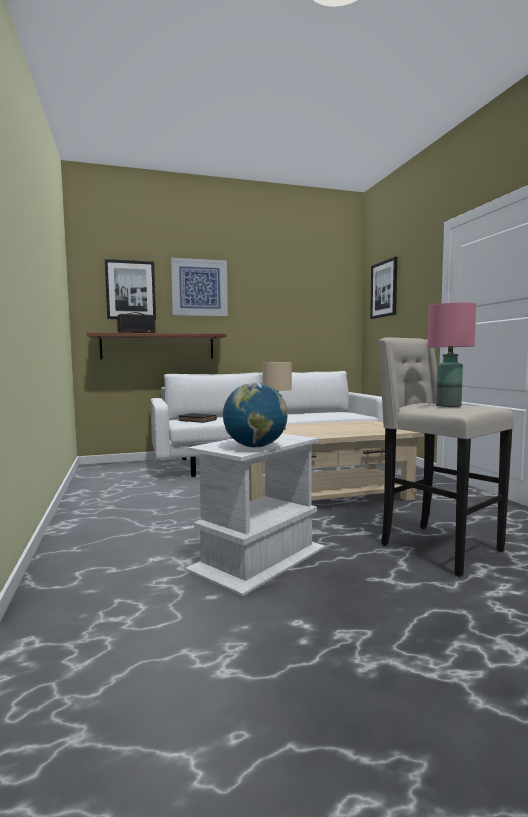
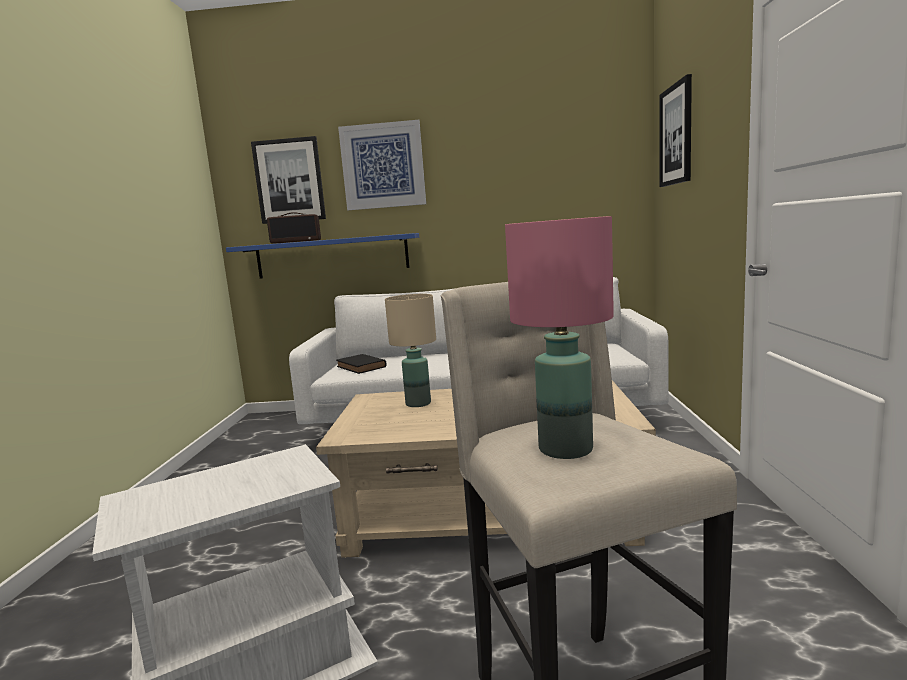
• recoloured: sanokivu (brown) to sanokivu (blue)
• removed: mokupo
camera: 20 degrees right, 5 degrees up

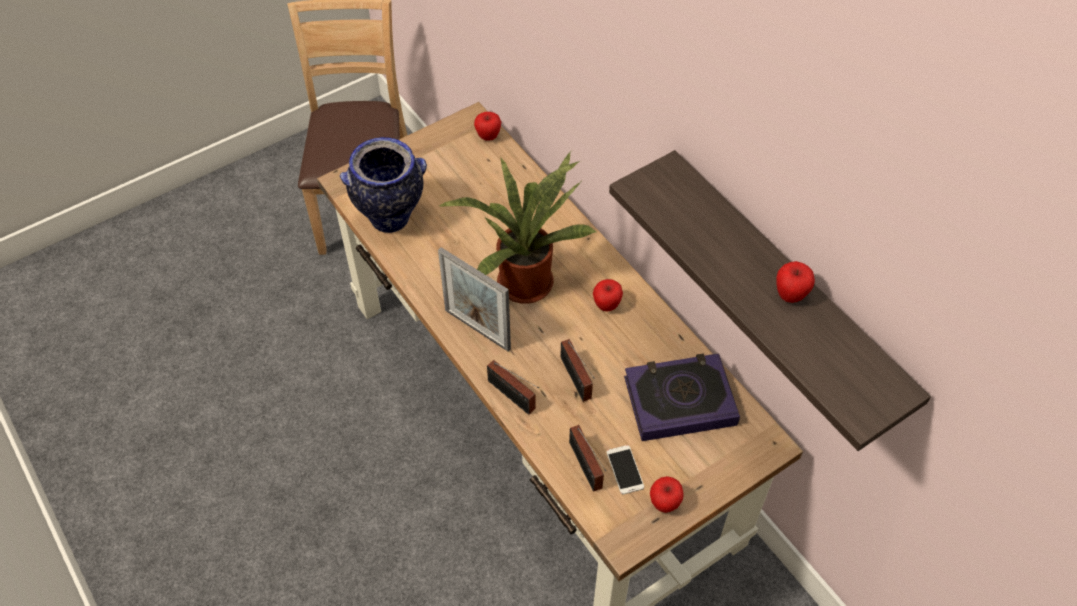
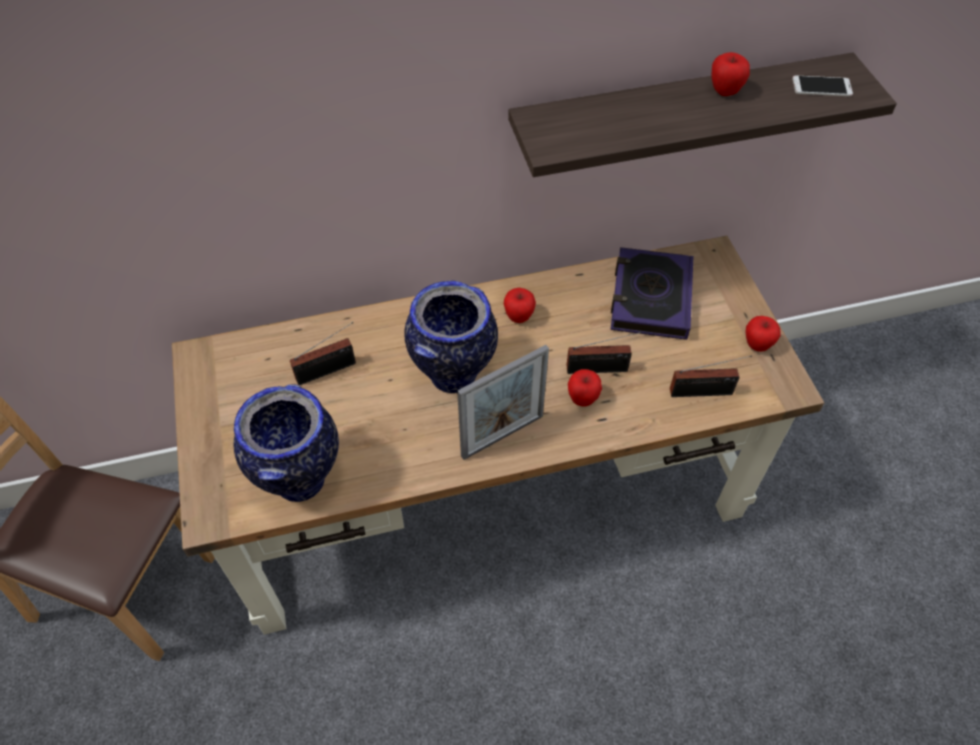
• moved: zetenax (1st from left)
• replaced: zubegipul to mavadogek (2nd from left)
• moved: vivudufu (1st from left in the first image) to vivudufu (2nd from left)
• moved: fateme
camera: 70 degrees left, 0 degrees up

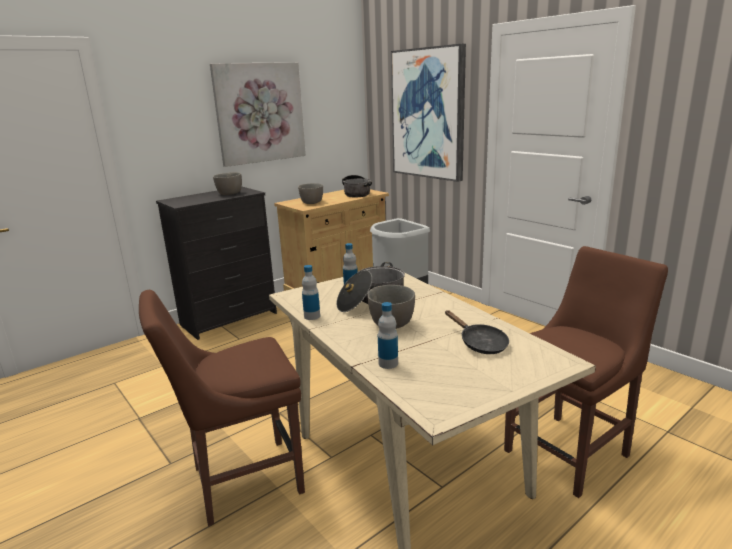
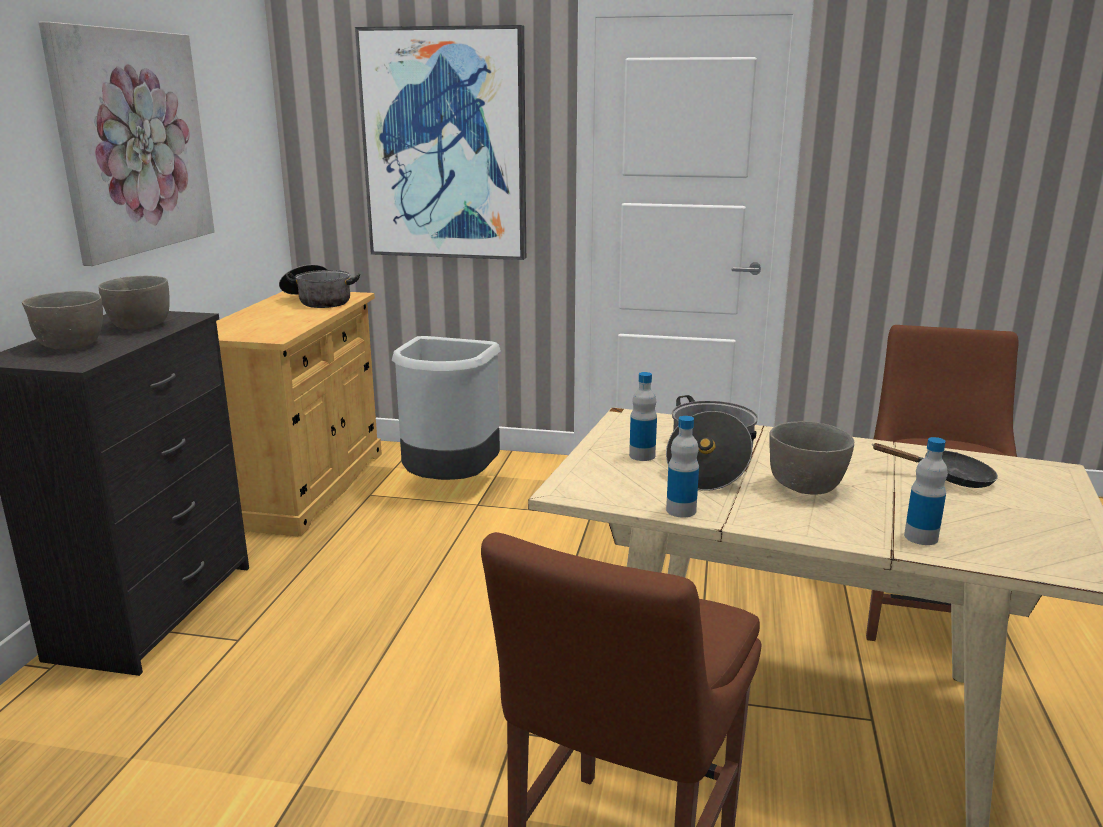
• moved: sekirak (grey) (2nd from left in the first image) to sekirak (grey) (1st from left)
camera: 40 degrees left, 0 degrees up

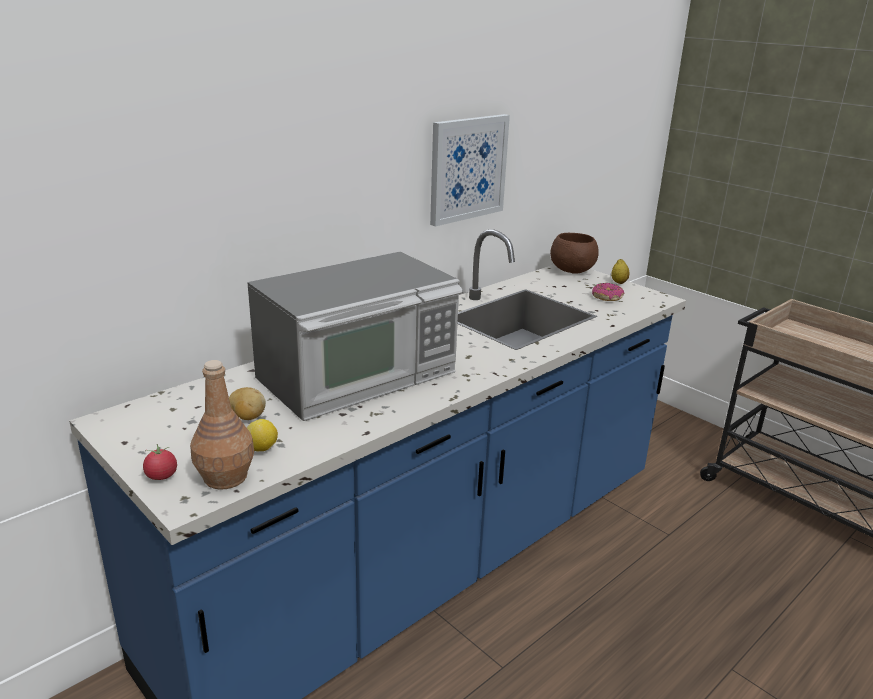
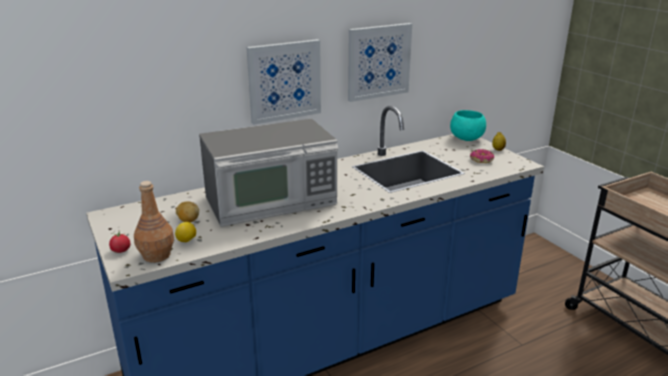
• added: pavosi (1st from left)
• recoloured: sekirak (brown) to sekirak (turquoise)
camera: 15 degrees right, 0 degrees up

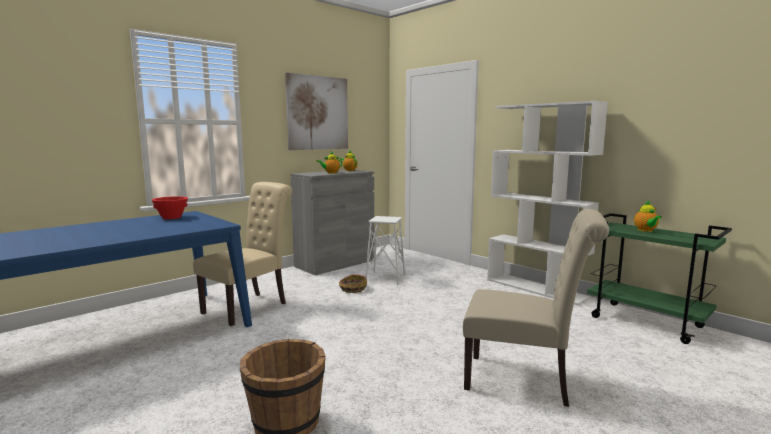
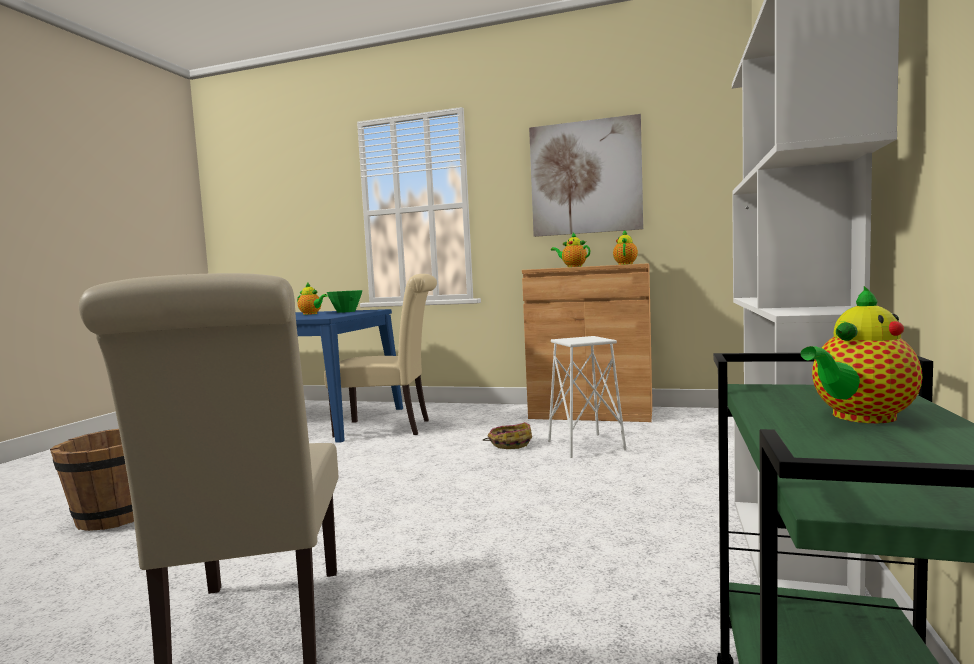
• added: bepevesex (1st from left)
• recoloured: sekirak (red) to sekirak (green)
• recoloured: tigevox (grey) to tigevox (brown)
camera: 60 degrees right, 5 degrees down

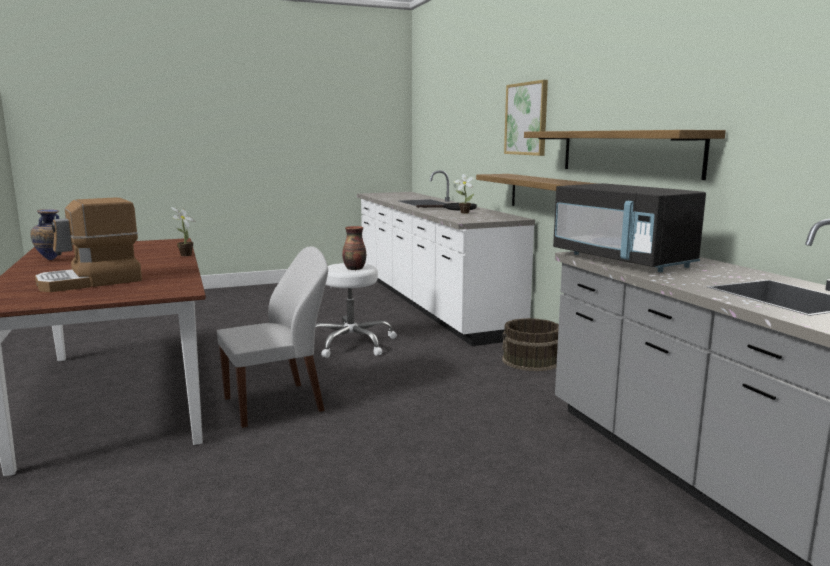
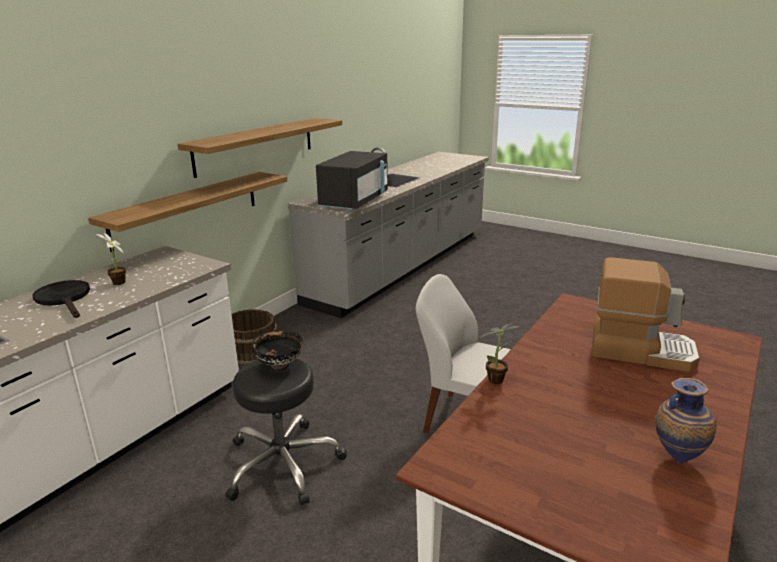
• recoloured: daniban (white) to daniban (black)
• replaced: mavadogek (2nd from left) to sekirak (black)
• removed: pavosi
camera: 125 degrees left, 10 degrees up

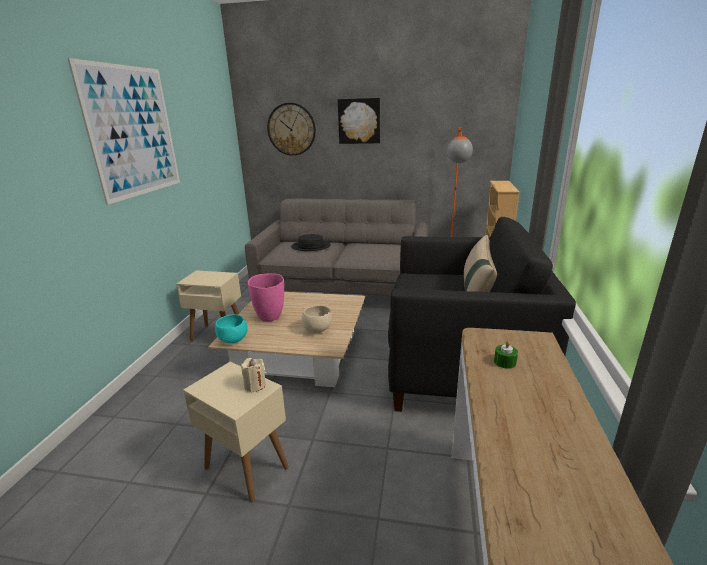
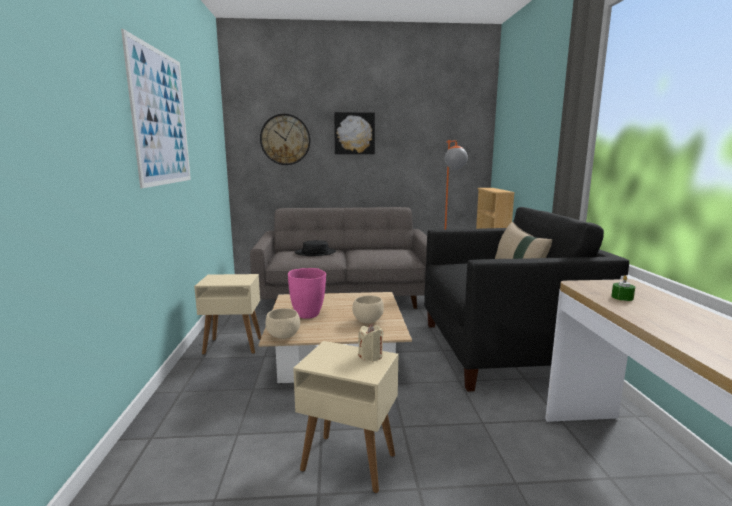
• recoloured: sekirak (turquoise) to sekirak (beige) (1st from left)
camera: 15 degrees left, 10 degrees down

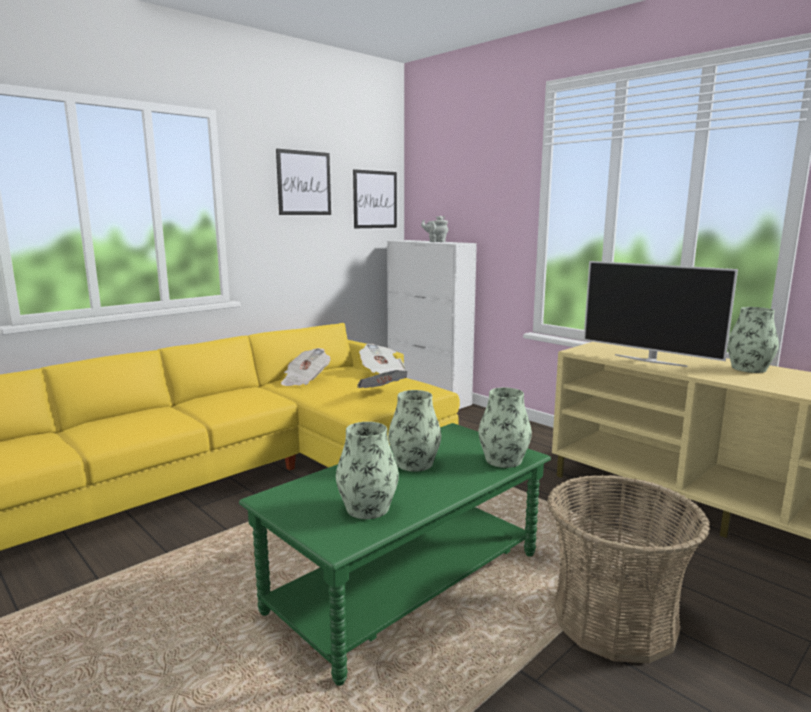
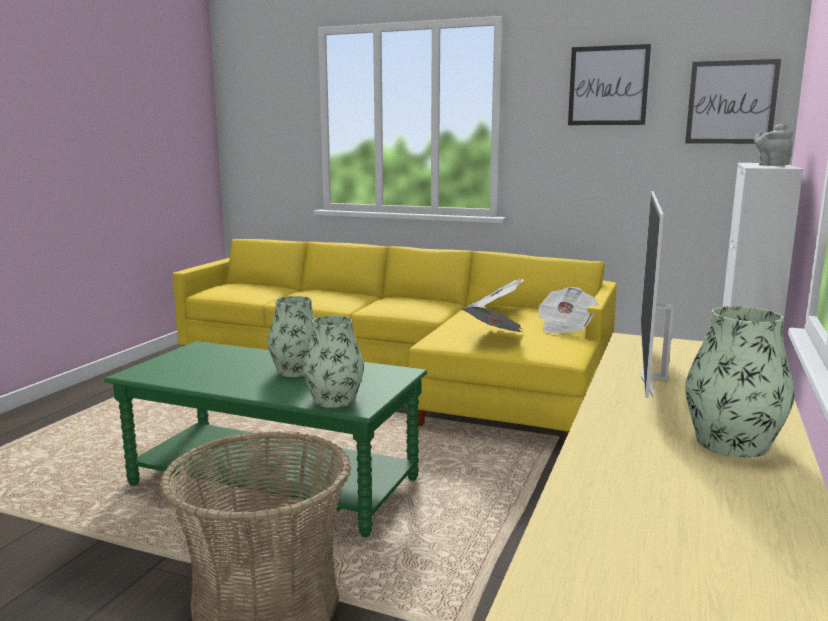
• removed: mavadogek (1st from left)
camera: 65 degrees right, 0 degrees up

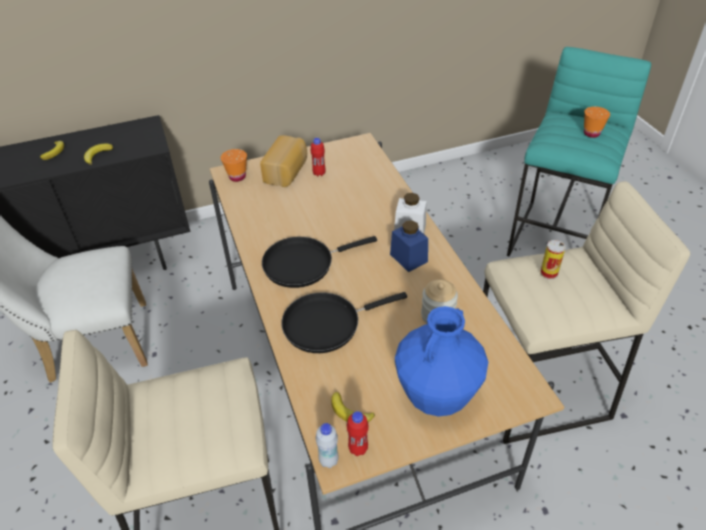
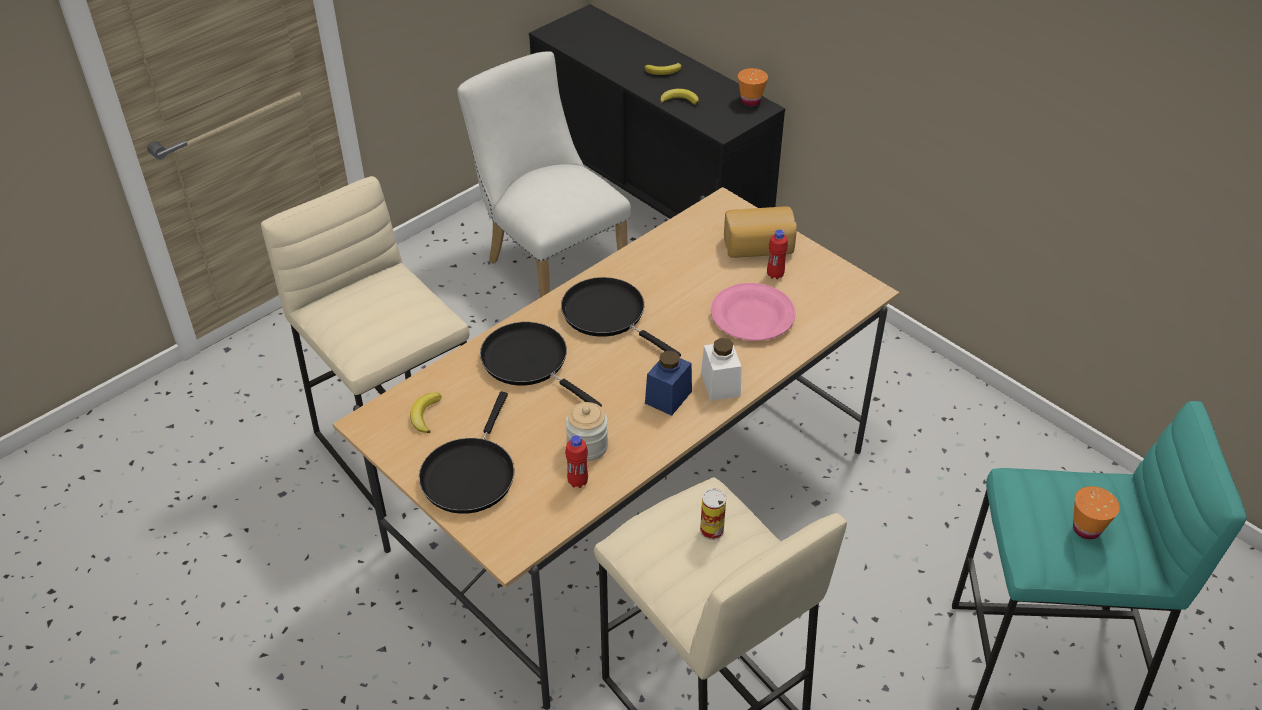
• replaced: mavadogek (blue) to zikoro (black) (1st from left)
• moved: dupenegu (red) (2nd from left in the first image) to dupenegu (red) (1st from left)
• added: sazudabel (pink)
• moved: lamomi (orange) (1st from left)
• removed: dupenegu (white)
camera: 65 degrees right, 0 degrees up

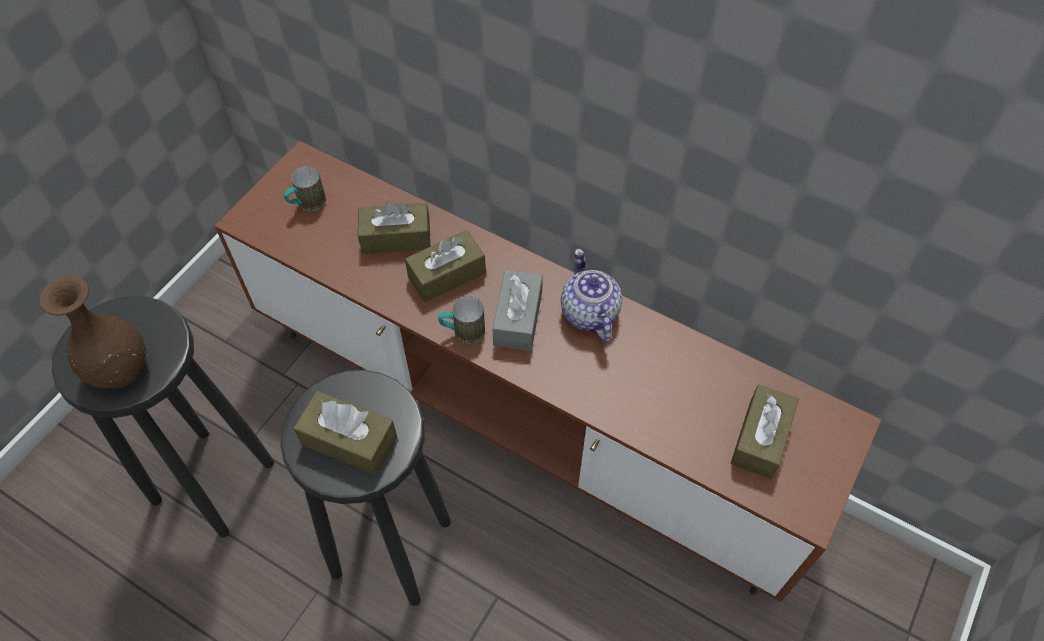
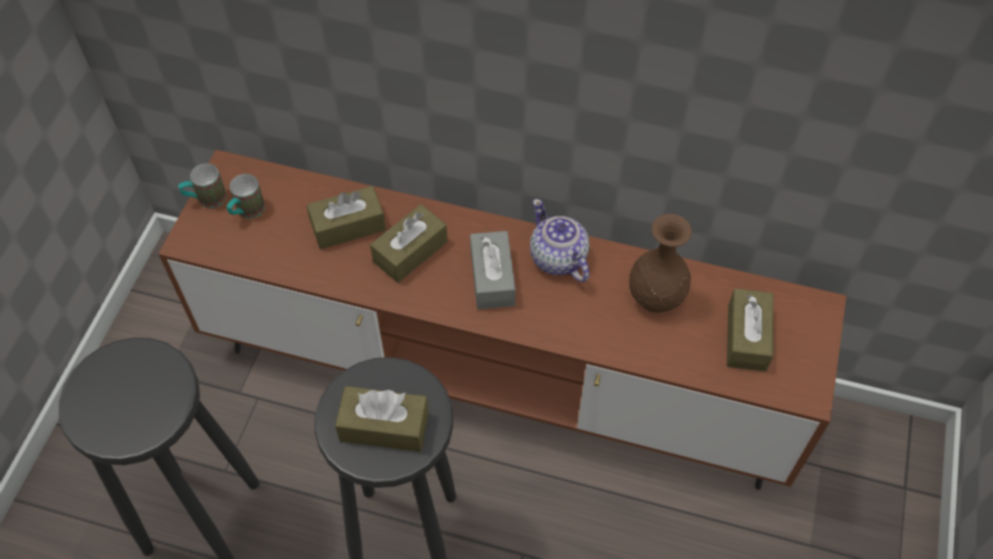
• moved: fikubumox (2nd from left in the first image) to fikubumox (1st from left)
• moved: mavadogek (brown)
camera: 15 degrees left, 0 degrees up

